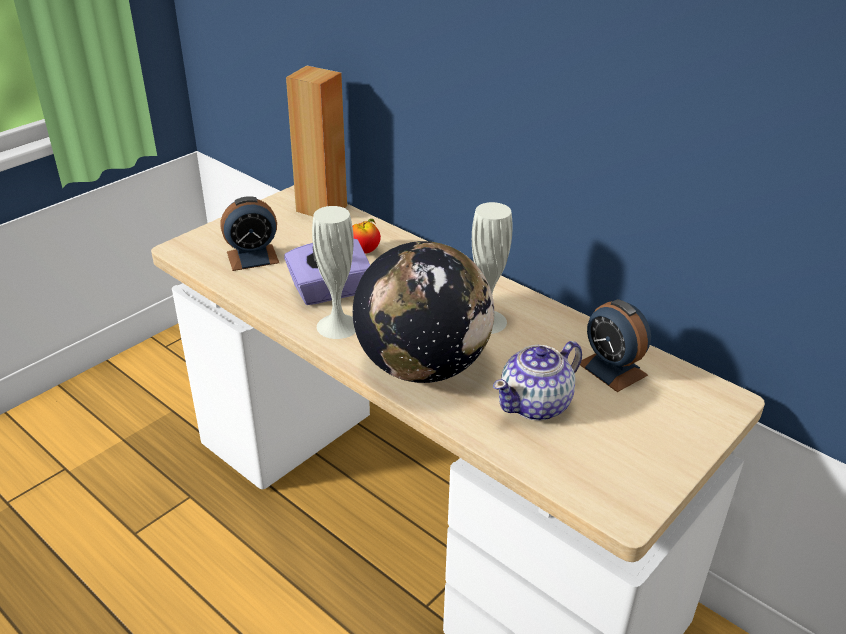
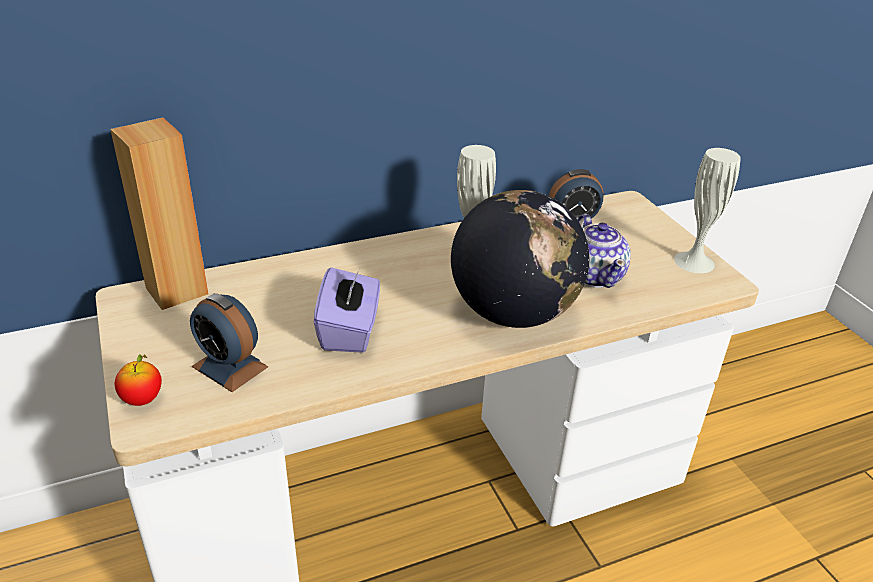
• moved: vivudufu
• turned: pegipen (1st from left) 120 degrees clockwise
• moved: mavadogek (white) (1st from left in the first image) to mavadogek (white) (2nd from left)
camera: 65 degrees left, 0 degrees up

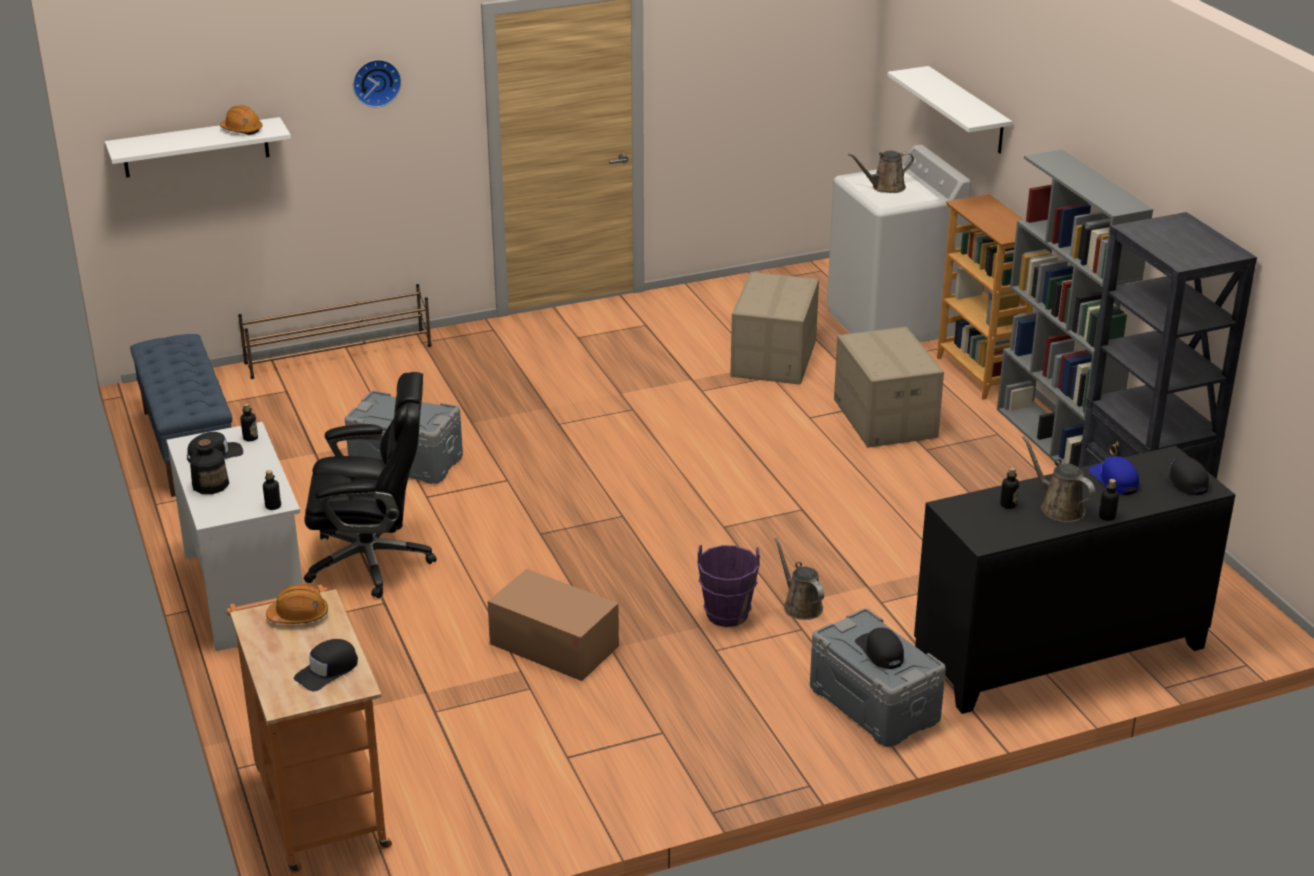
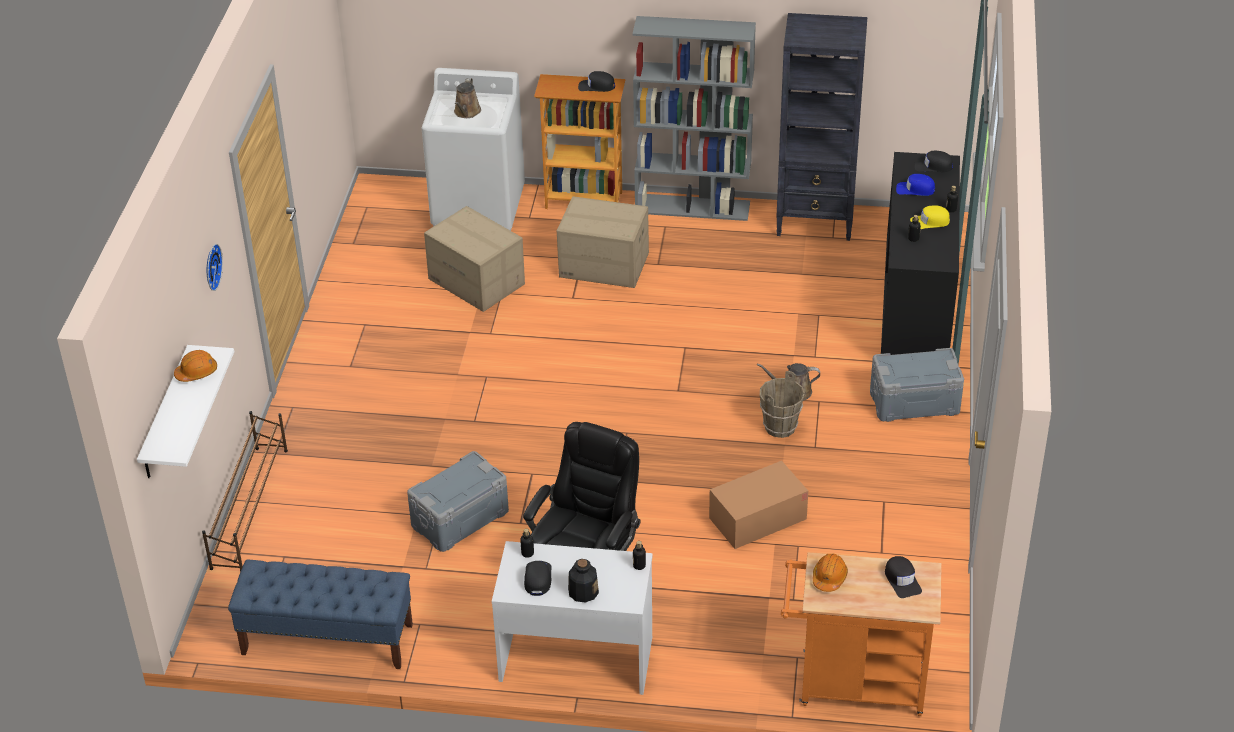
• moved: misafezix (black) (3rd from left in the first image) to misafezix (black) (2nd from left)
• recoloured: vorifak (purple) to vorifak (brown)
• replaced: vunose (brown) (3rd from left) to misafezix (yellow)
• removed: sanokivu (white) (2nd from left)
camera: 60 degrees left, 10 degrees up

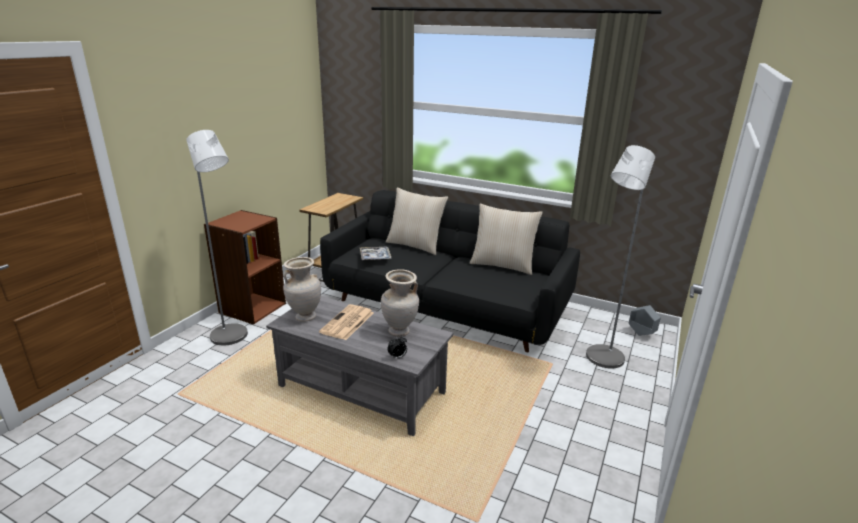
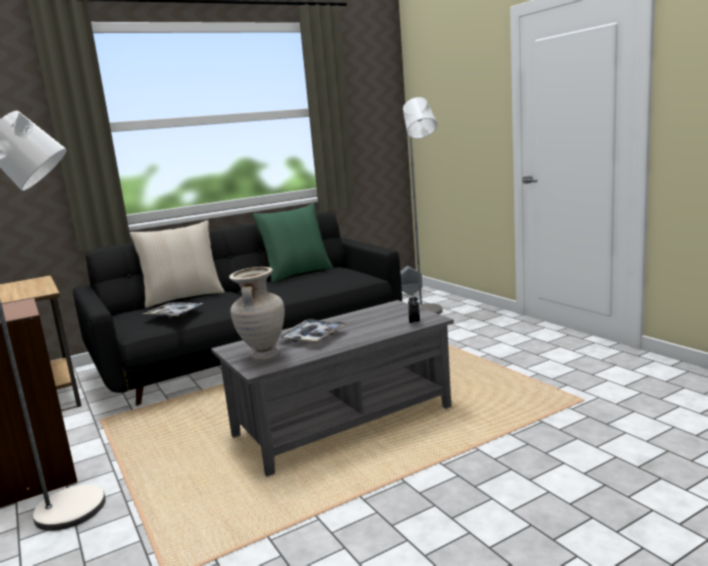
• recoloured: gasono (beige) (2nd from left) to gasono (green)
• replaced: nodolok to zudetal (2nd from left)
• removed: mavadogek (beige) (2nd from left)
camera: 55 degrees left, 10 degrees down

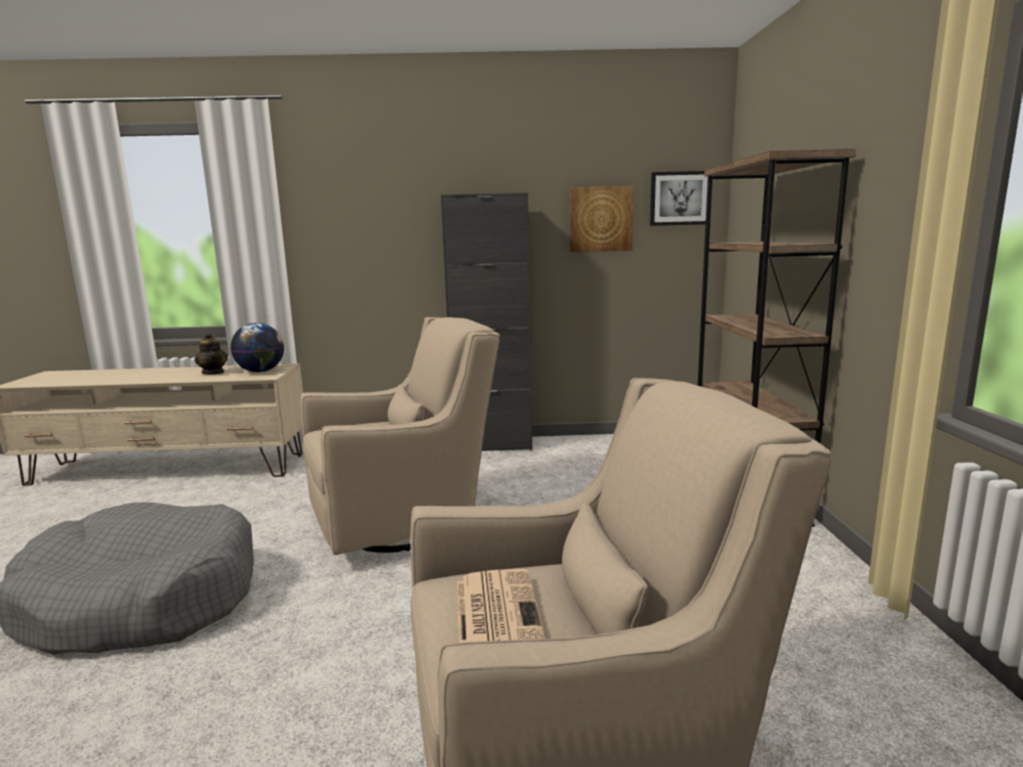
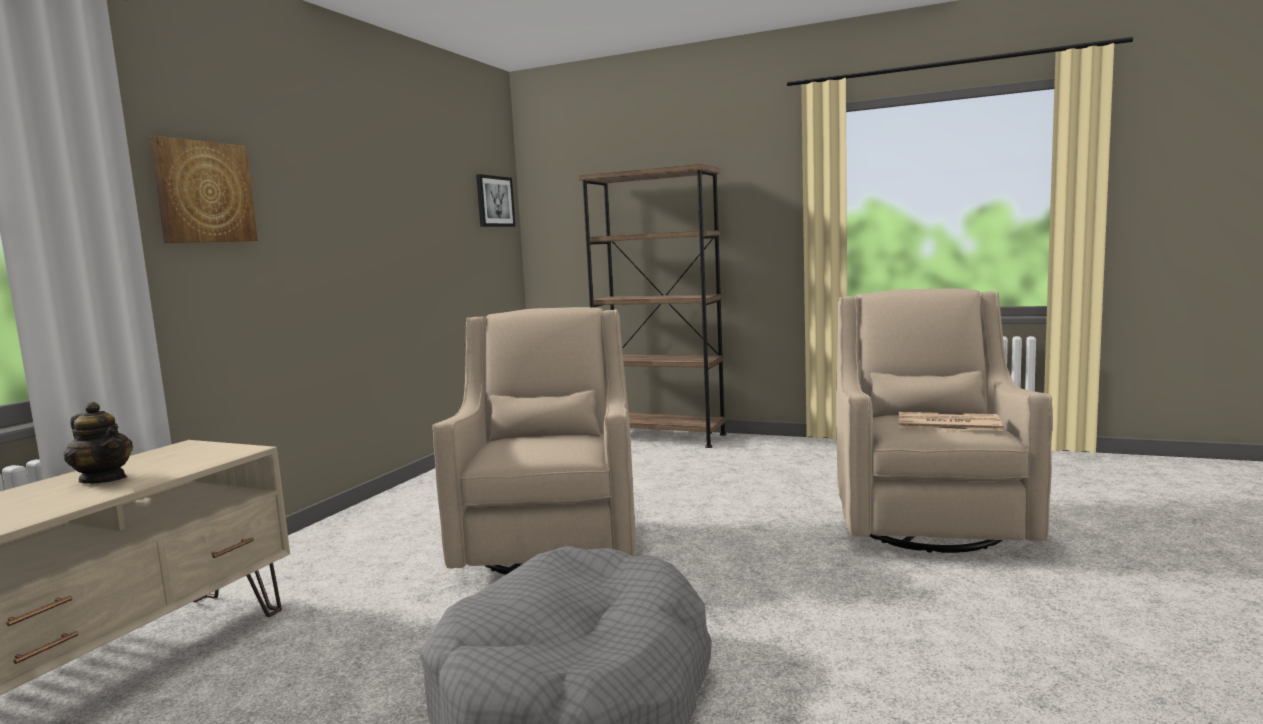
• turned: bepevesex 45 degrees clockwise
• moved: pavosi (1st from left)
• removed: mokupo
• removed: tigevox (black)
camera: 65 degrees left, 5 degrees down

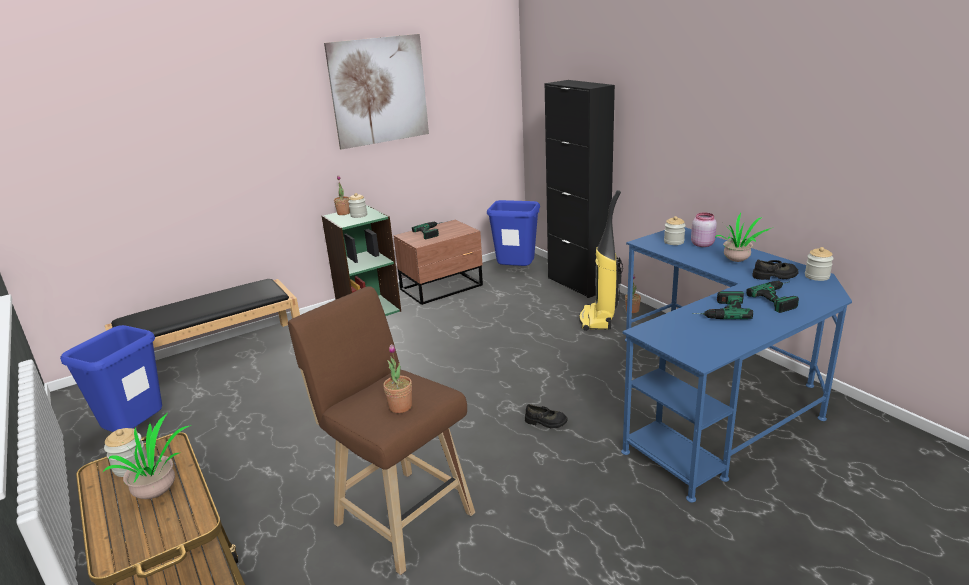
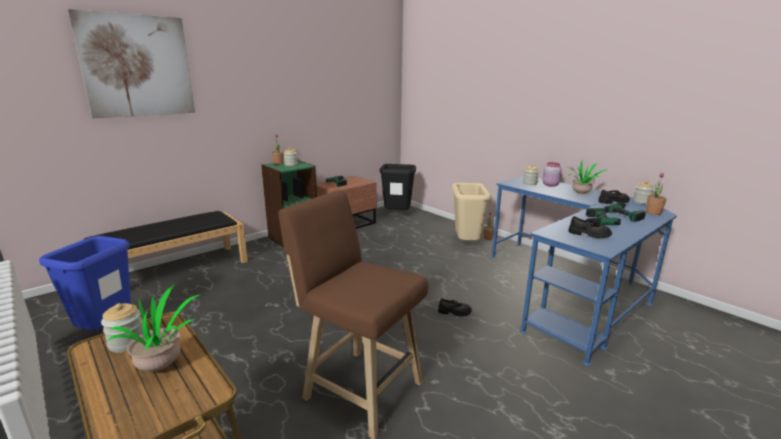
• moved: pavosi
• recoloured: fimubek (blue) (2nd from left) to fimubek (black)
• replaced: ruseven to fimubek (beige)
• added: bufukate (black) (2nd from left)
• moved: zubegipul (3rd from left in the first image) to zubegipul (5th from left)
• removed: tigevox (black)
camera: 10 degrees left, 5 degrees down

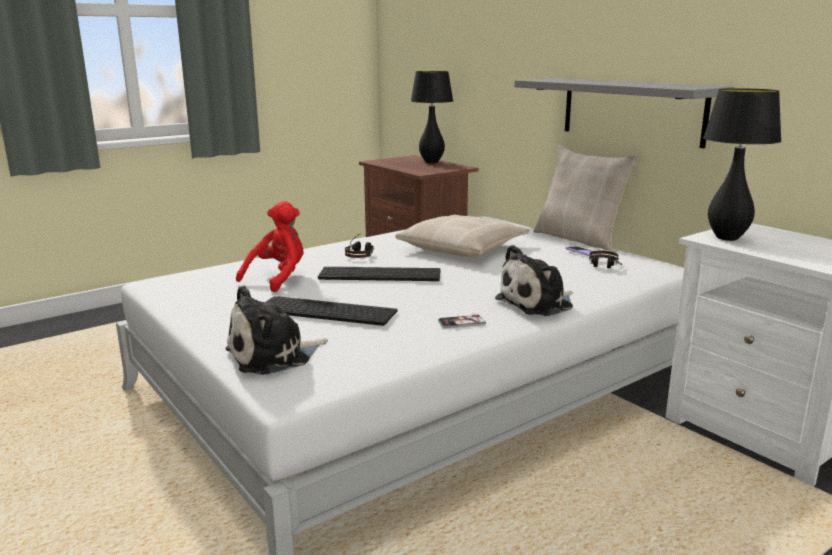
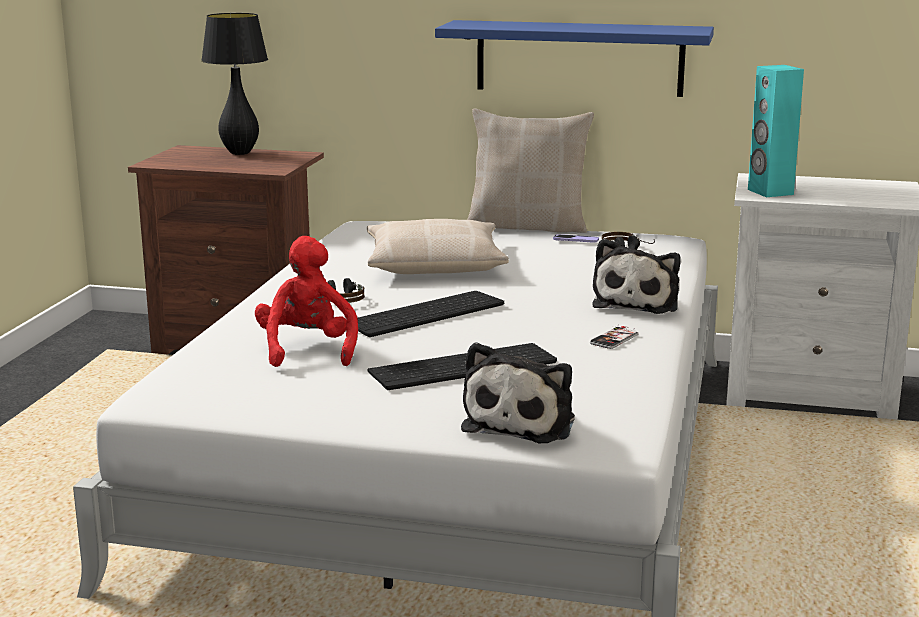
• recoloured: sanokivu (grey) to sanokivu (blue)
• replaced: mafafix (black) (2nd from left) to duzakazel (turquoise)
camera: 40 degrees left, 0 degrees up

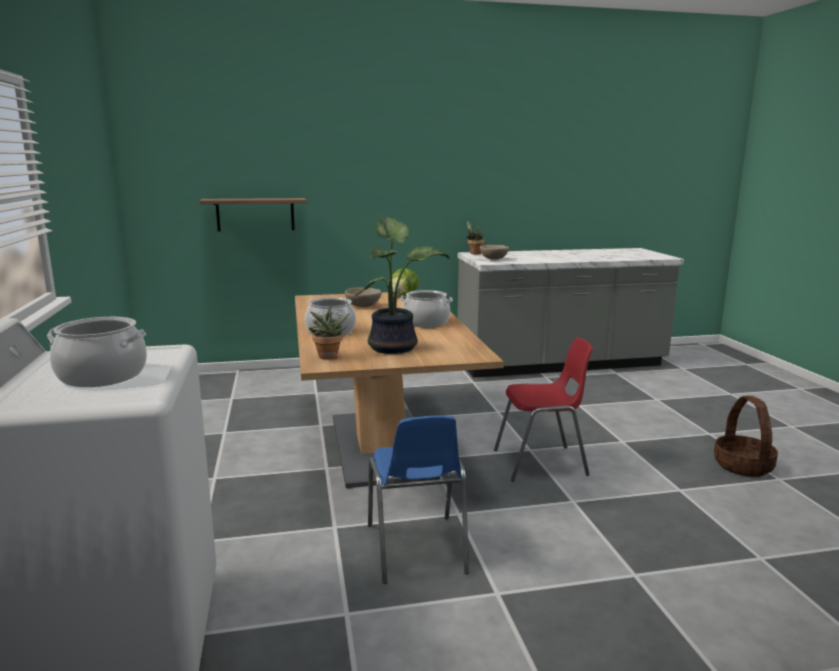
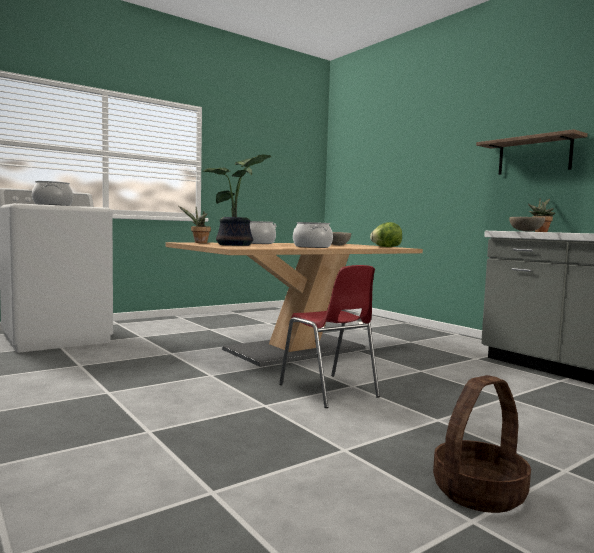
• moved: sanokivu
• removed: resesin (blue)
camera: 65 degrees right, 10 degrees down

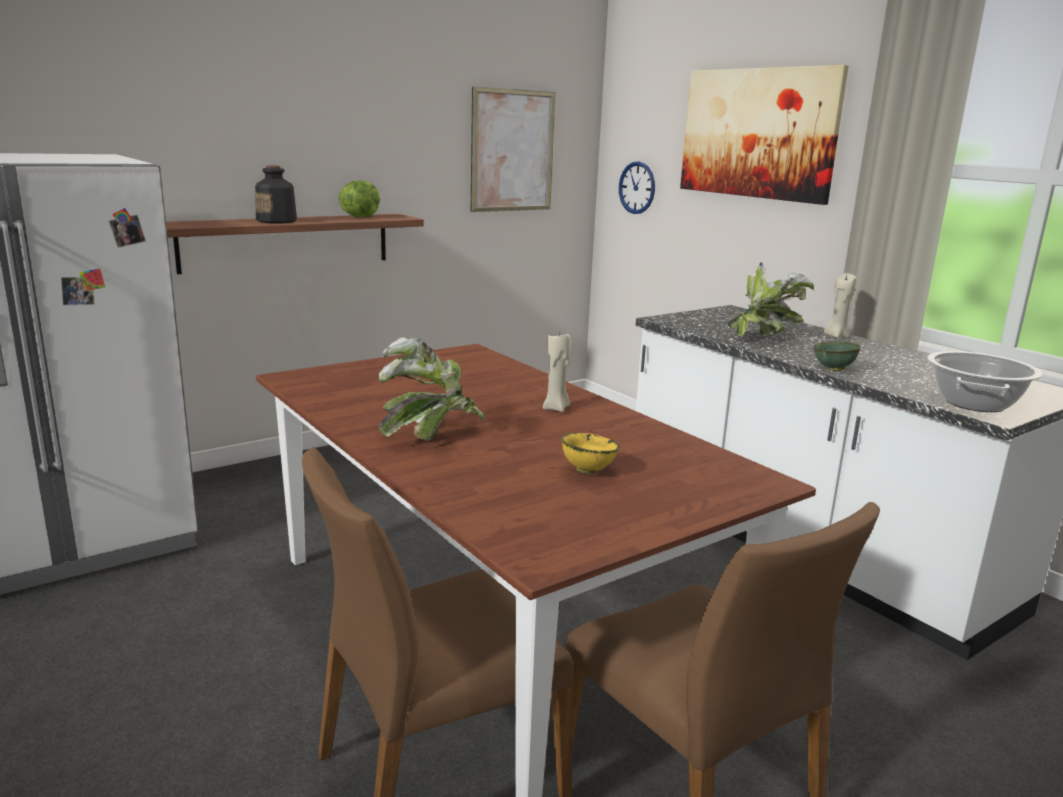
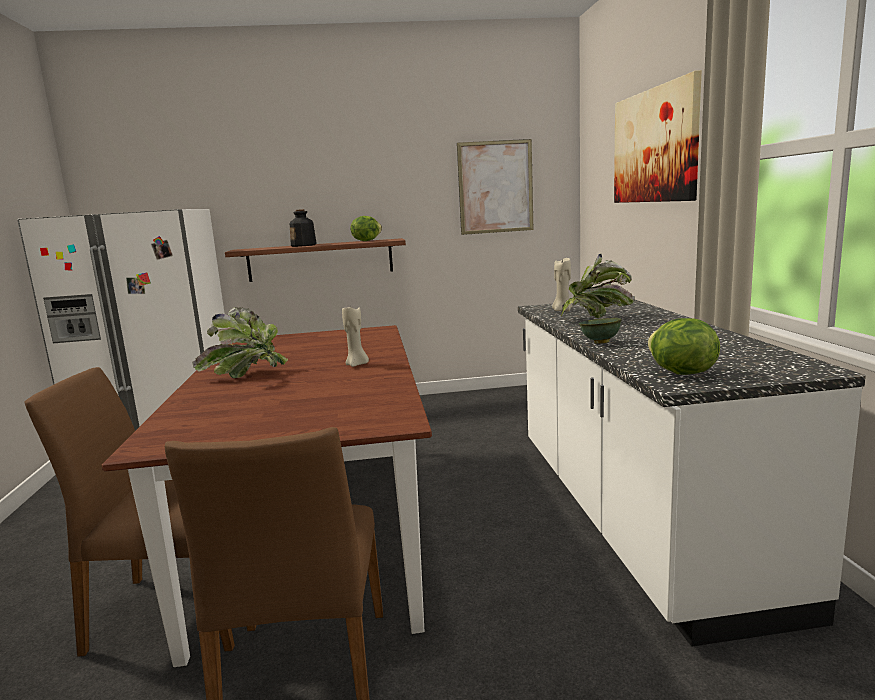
• moved: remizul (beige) (2nd from left)
• replaced: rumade to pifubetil (2nd from left)
• removed: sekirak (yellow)
• removed: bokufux
camera: 30 degrees right, 5 degrees down

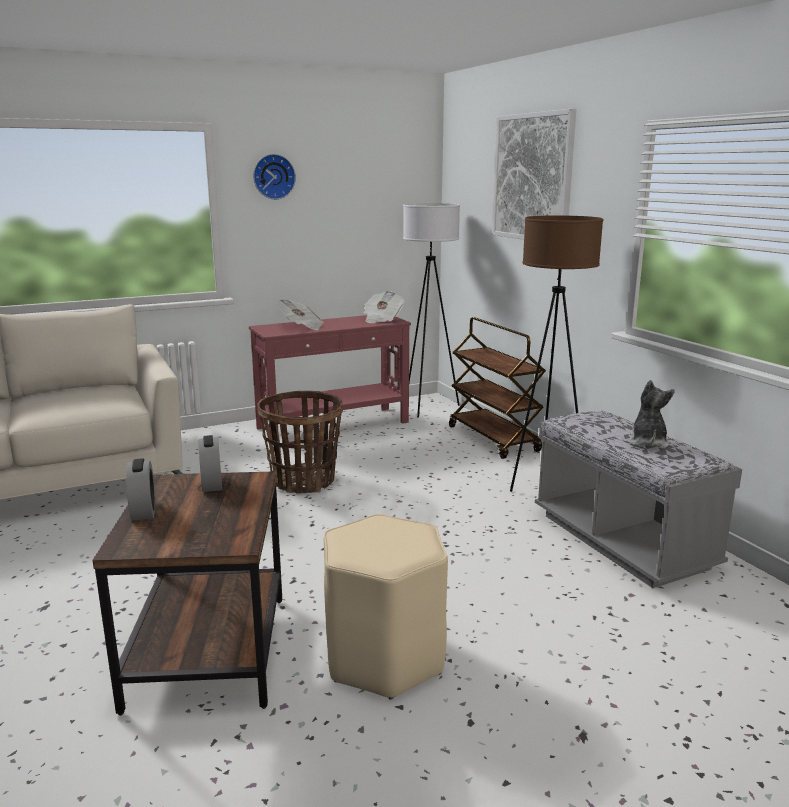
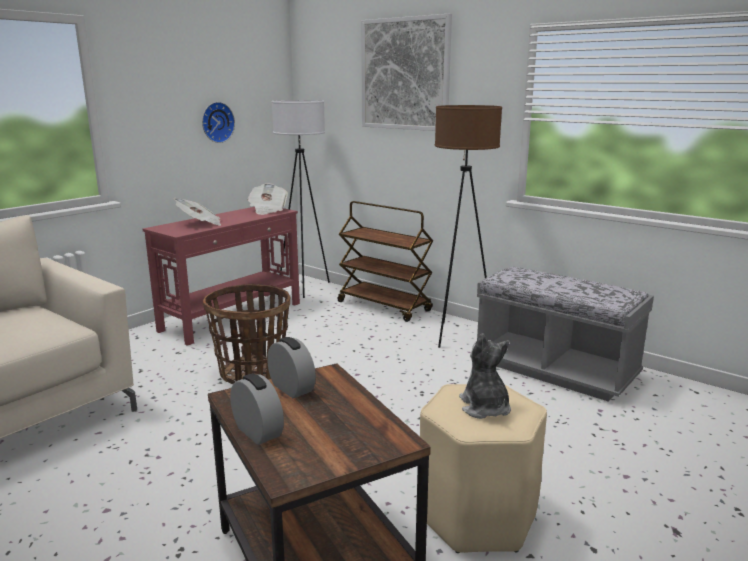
• moved: bokufux
• moved: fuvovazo
camera: 25 degrees left, 0 degrees up

